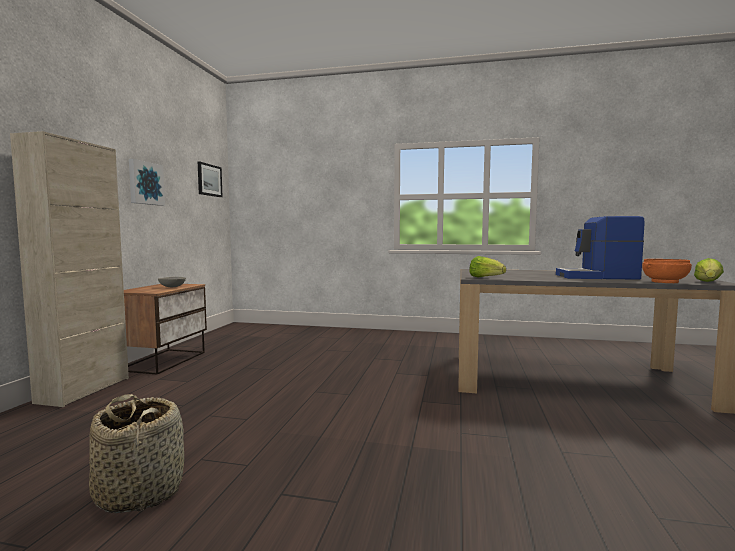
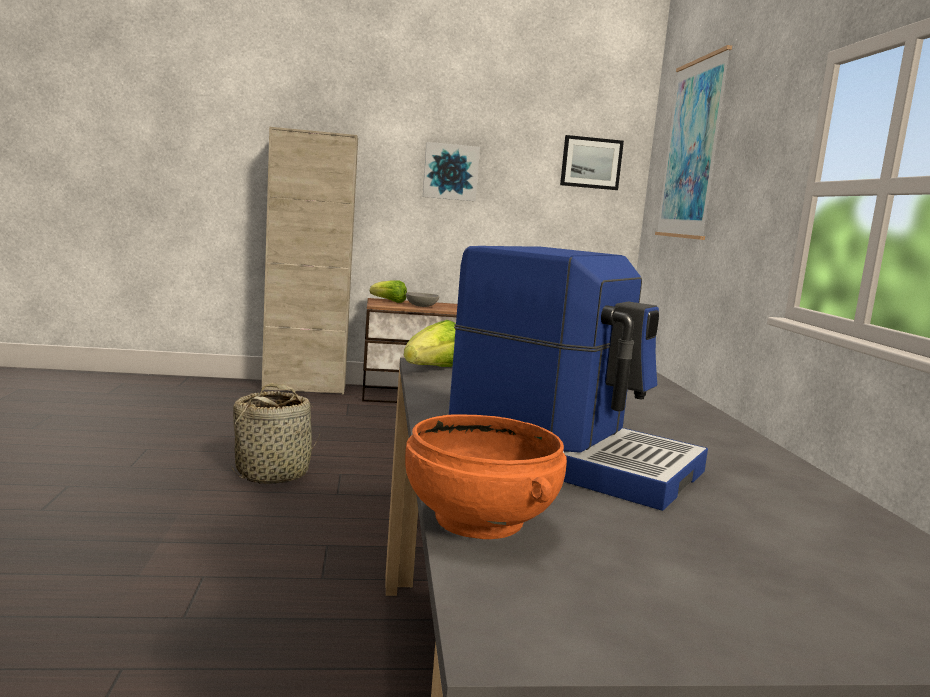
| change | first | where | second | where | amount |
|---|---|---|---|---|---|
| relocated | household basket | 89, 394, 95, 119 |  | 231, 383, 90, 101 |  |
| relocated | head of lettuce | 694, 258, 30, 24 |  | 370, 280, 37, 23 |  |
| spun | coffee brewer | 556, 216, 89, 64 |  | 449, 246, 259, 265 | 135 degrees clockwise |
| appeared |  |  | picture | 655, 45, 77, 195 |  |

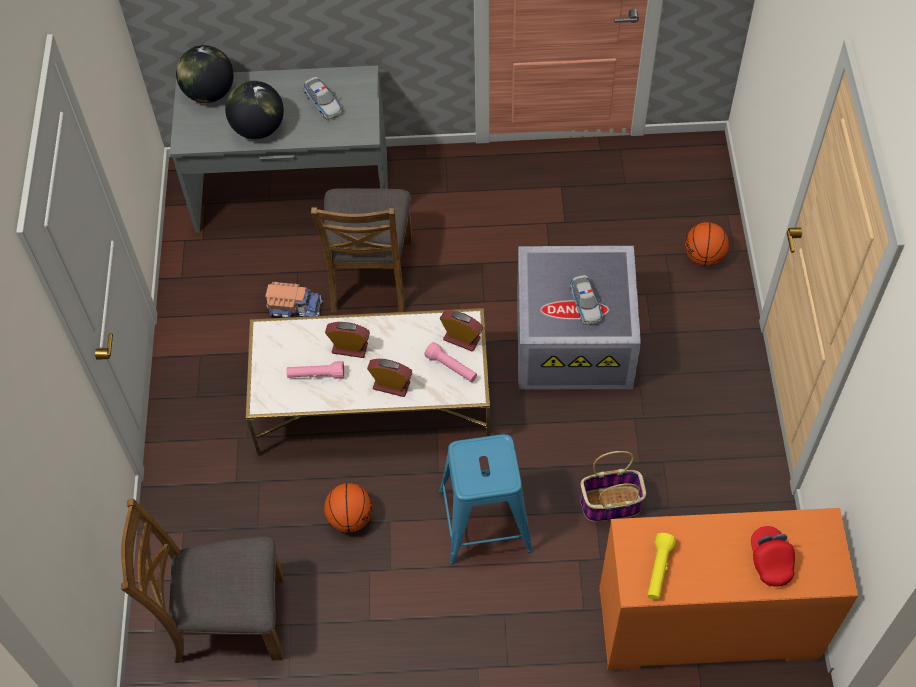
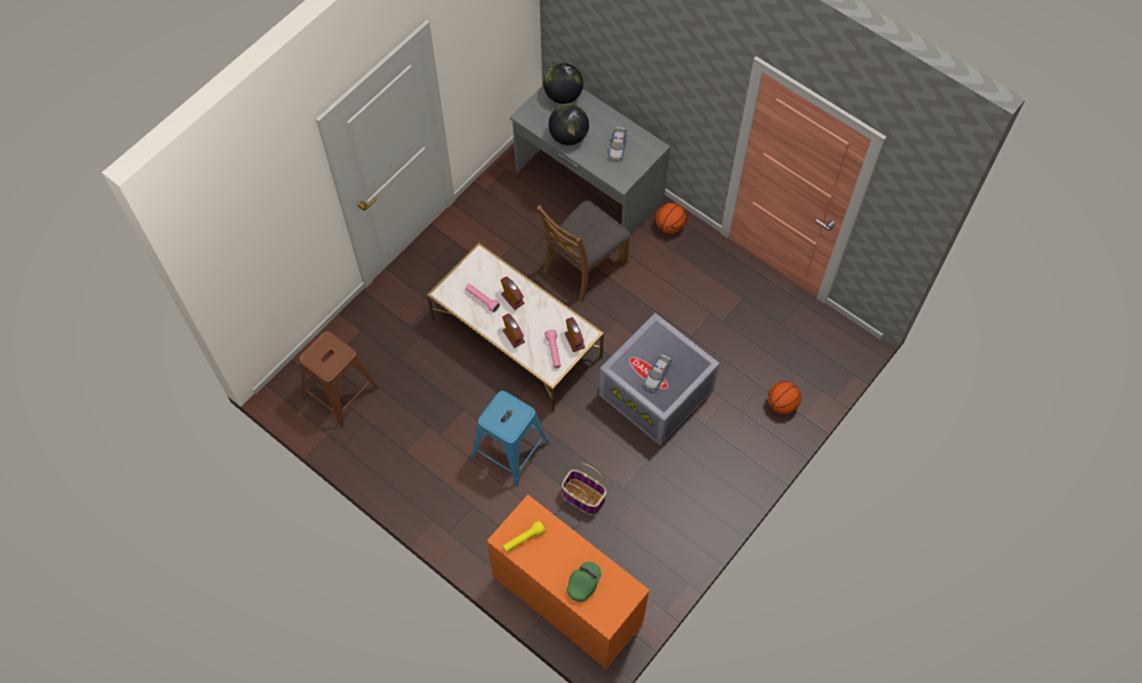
| change | first | where | second | where | amount |
|---|---|---|---|---|---|
| exchanged | chair (brown) | 121, 499, 162, 164 | stool (brown) | 299, 331, 80, 97 |  |
| colour | peaked cap (red) | 751, 526, 44, 61 | peaked cap (green-coloured) | 567, 562, 34, 40 |  |
| relocated | basketball ball | 324, 483, 49, 50 |  | 656, 203, 31, 31 |  |
| missing | toy truck | 265, 282, 58, 35 |  |  |  |

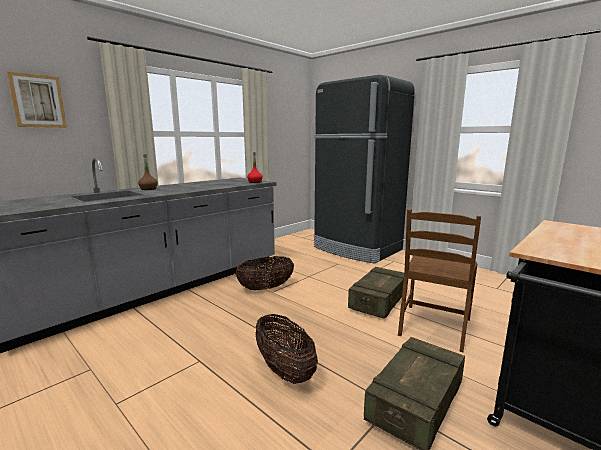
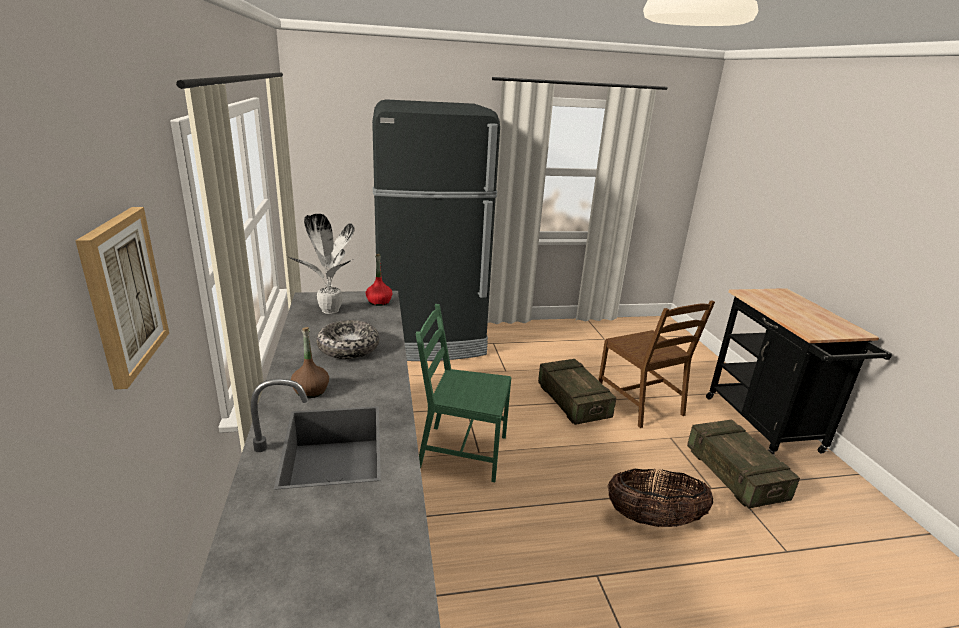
| change | first | where | second | where | amount |
|---|---|---|---|---|---|
| appeared |  |  | potted plant | 289, 214, 66, 100 |  |
| appeared |  |  | deep dish | 316, 320, 63, 39 |  |
| exchanged | household basket | 236, 256, 58, 34 | chair (green-coloured) | 415, 304, 96, 178 |  |

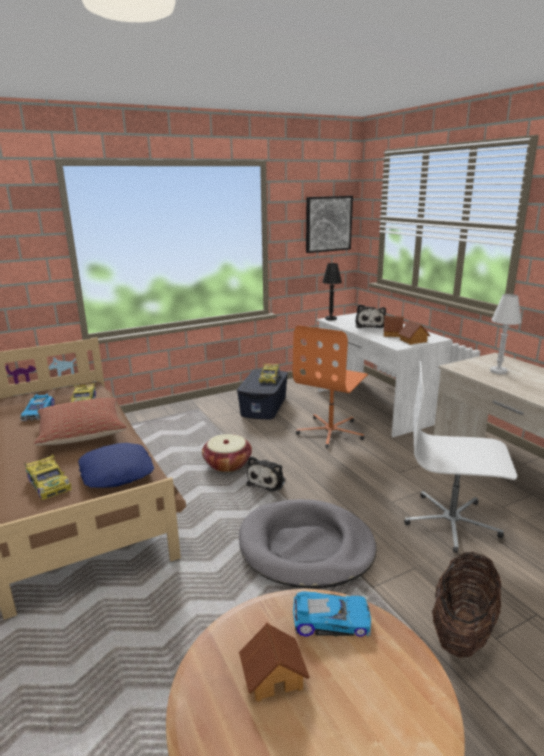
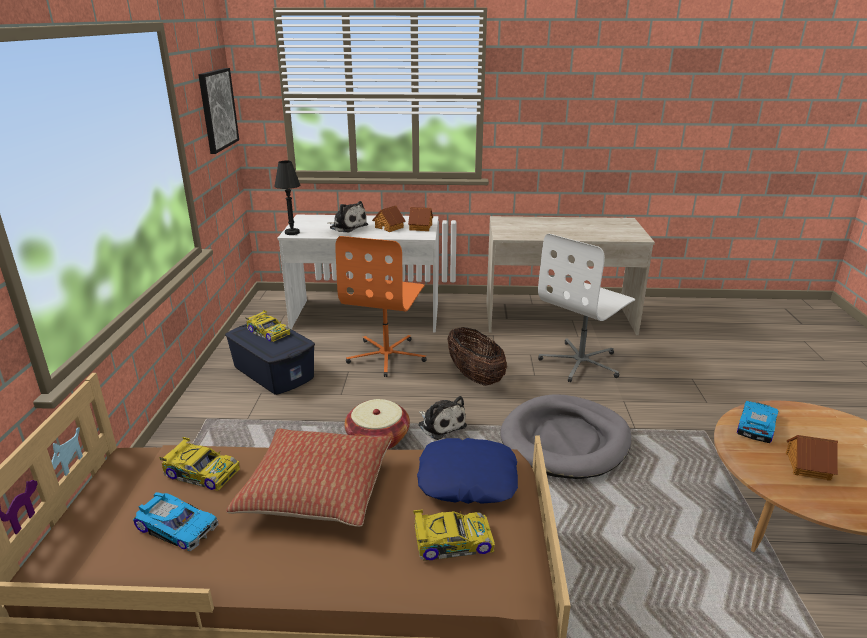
| change | first | where | second | where | amount |
|---|---|---|---|---|---|
| spun | desk chair (orange) | 293, 325, 75, 123 |  | 335, 236, 92, 141 | 45 degrees clockwise |
| relocated | household basket | 432, 552, 69, 106 |  | 447, 327, 60, 59 |  |
| missing | tabletop lamp (white) | 490, 294, 32, 80 |  |  |  |

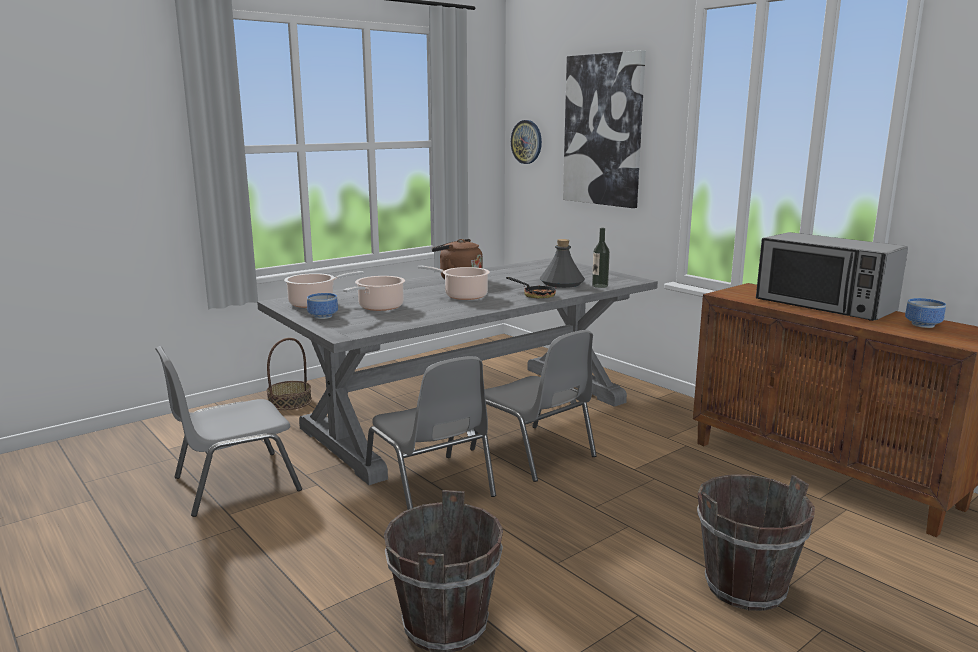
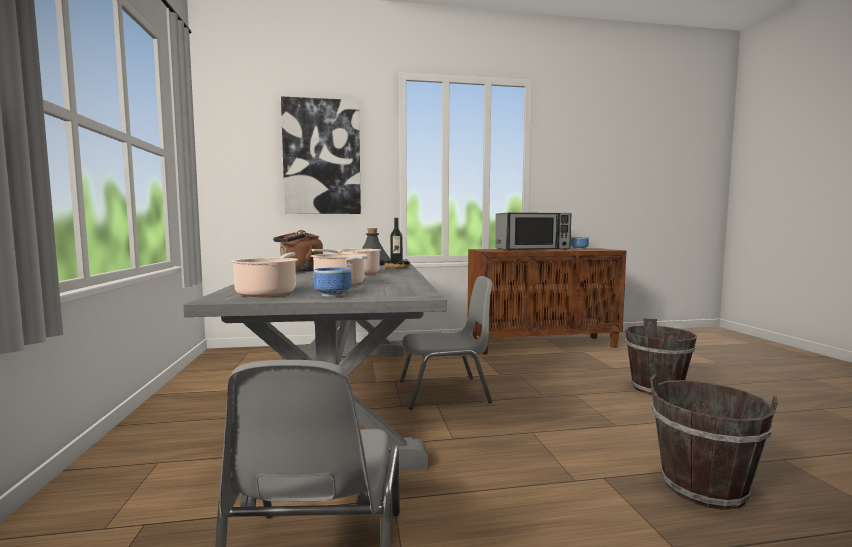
| change | first | where | second | where | amount |
|---|---|---|---|---|---|
| missing | household basket | 267, 338, 45, 72 |  |  |  |
| missing | chair (greyish) | 366, 356, 130, 154 |  |  |  |
| missing | clock on the wall | 511, 120, 31, 44 |  |  |  |

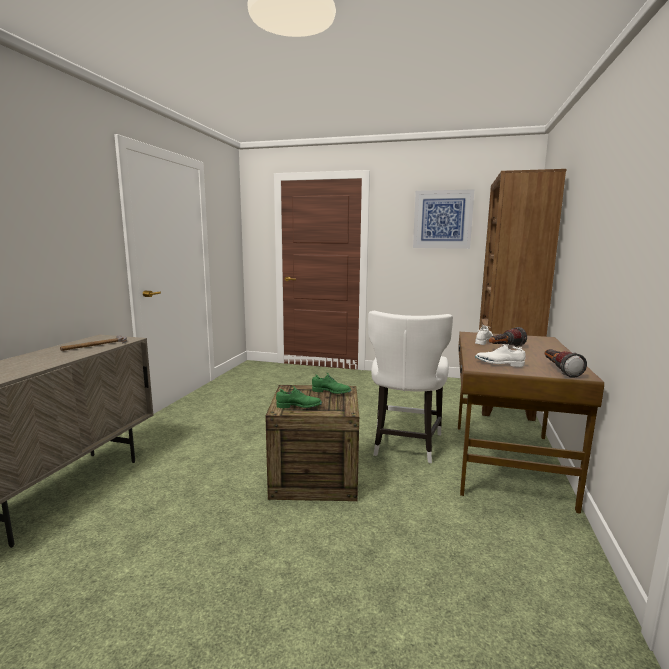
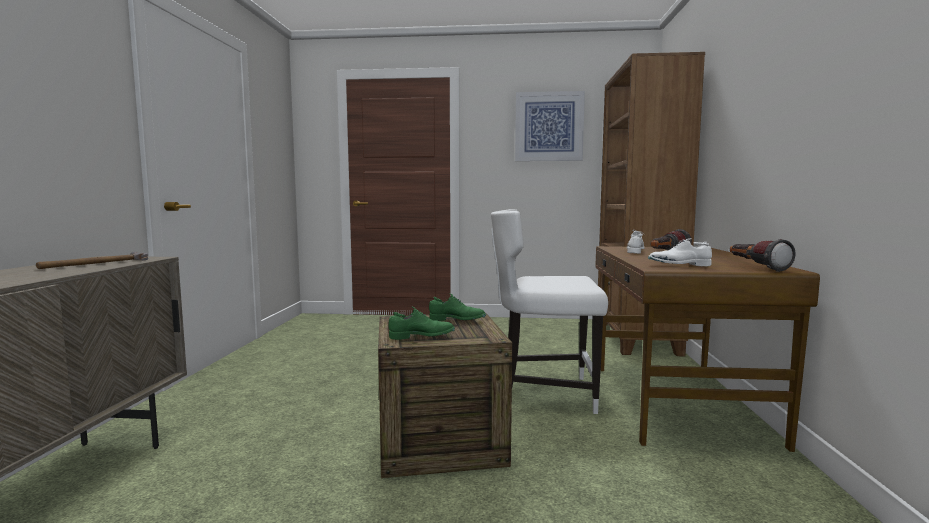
| change | first | where | second | where | amount |
|---|---|---|---|---|---|
| spun | chair (white) | 368, 311, 85, 152 |  | 491, 209, 117, 205 | 90 degrees clockwise |

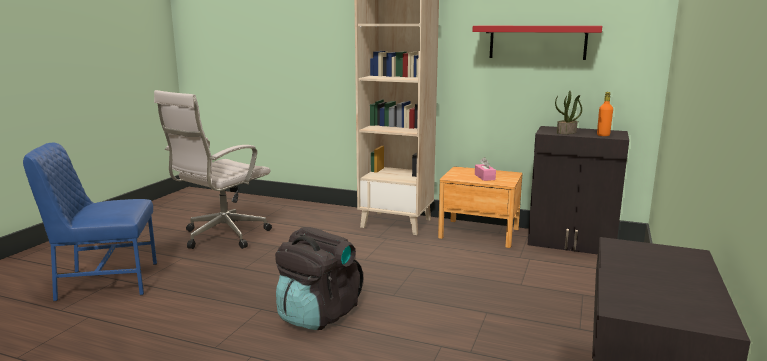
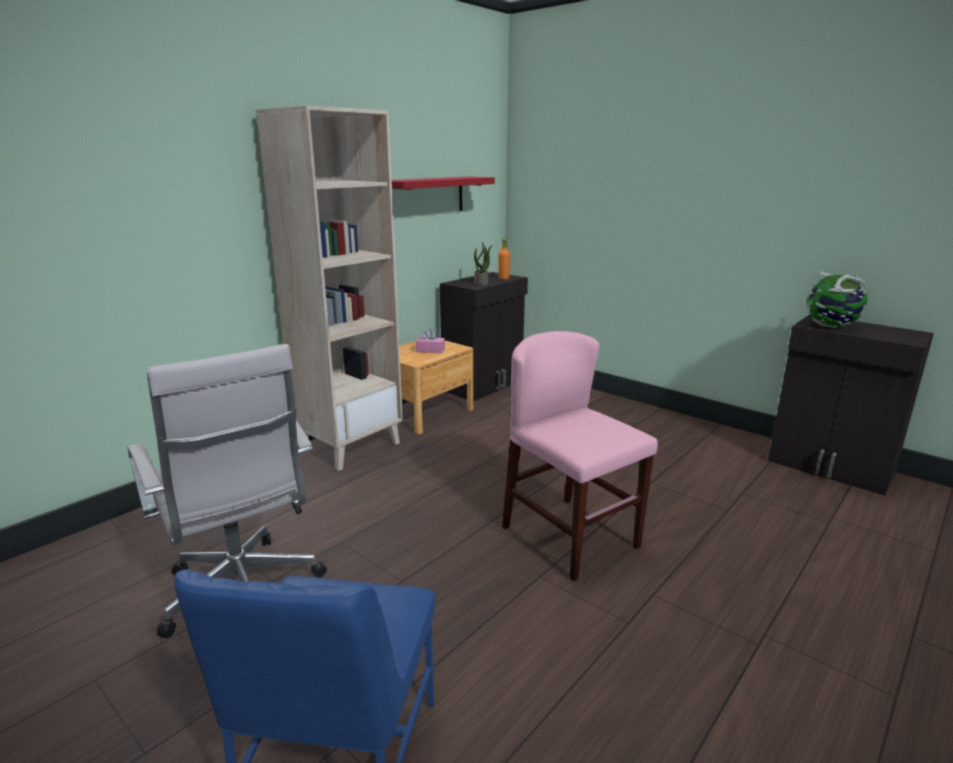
| change | first | where | second | where | amount |
|---|---|---|---|---|---|
| exchanged | backpack (black-coloured) | 275, 227, 88, 103 | chair (pink-coloured) | 502, 331, 156, 250 |  |
| appeared |  |  | desk globe | 807, 271, 60, 57 |  |

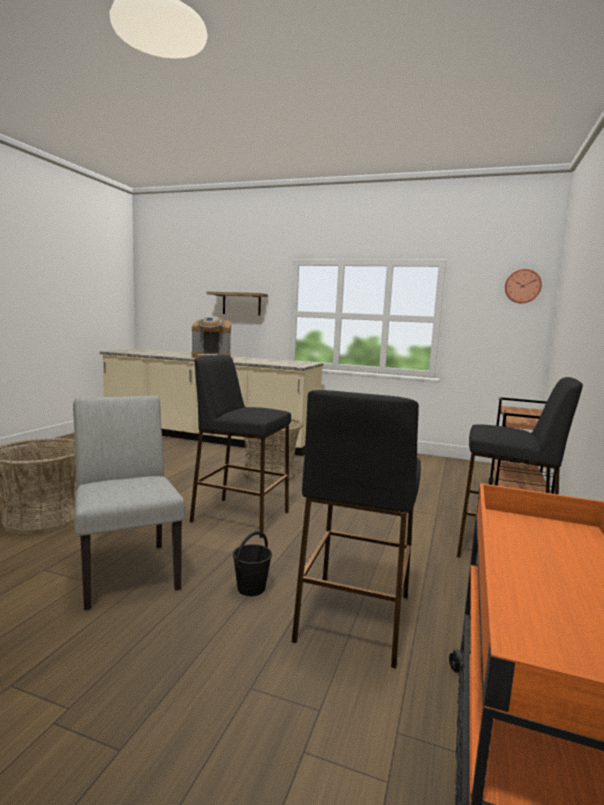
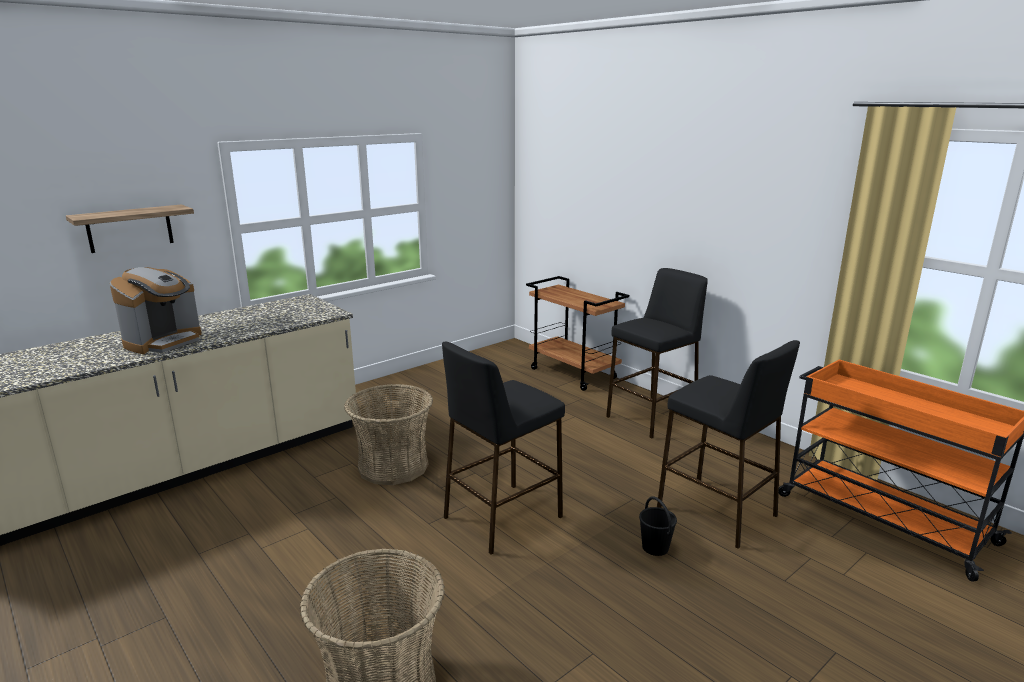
| change | first | where | second | where | amount |
|---|---|---|---|---|---|
| missing | chair (greyish) | 73, 396, 112, 214 |  |  |  |
| missing | clock on the wall | 505, 269, 37, 34 |  |  |  |

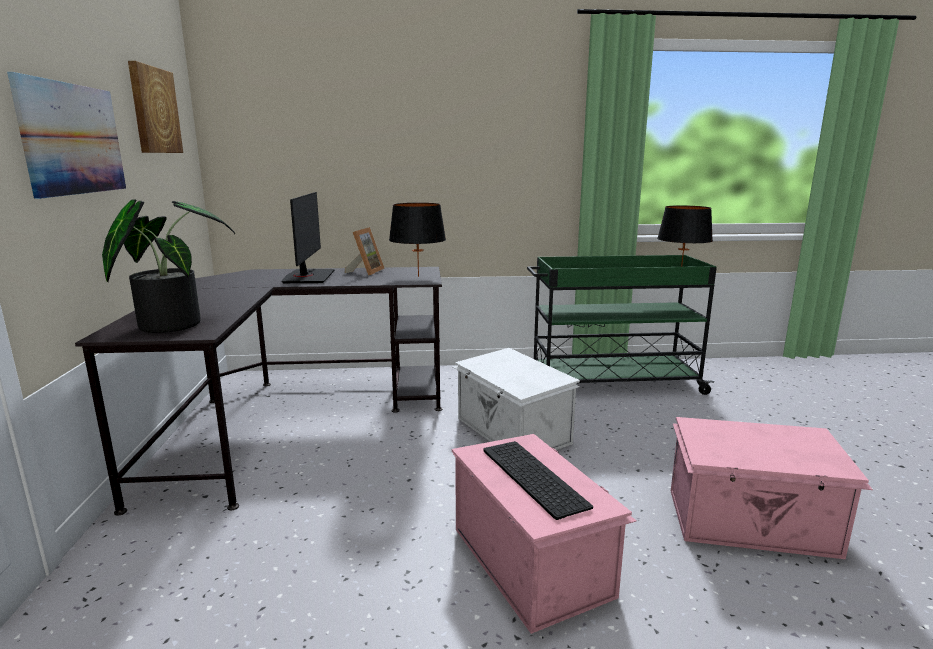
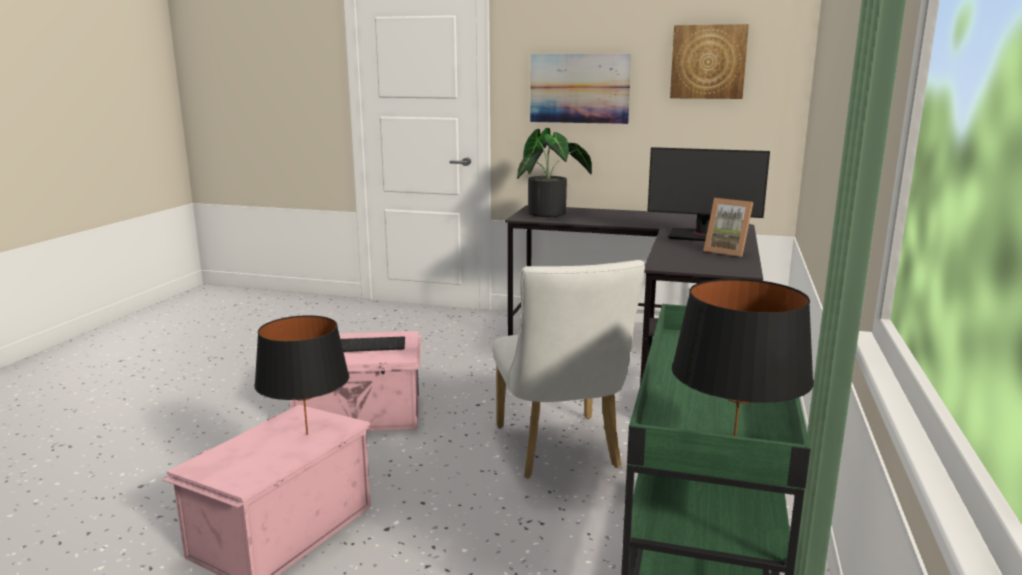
| change | first | where | second | where | amount |
|---|---|---|---|---|---|
| relocated | tabletop lamp (black-coloured) | 389, 203, 57, 74 |  | 254, 315, 95, 120 |  |
| exchanged | storage box (white) | 453, 348, 127, 102 | chair (white) | 493, 260, 152, 218 |  |

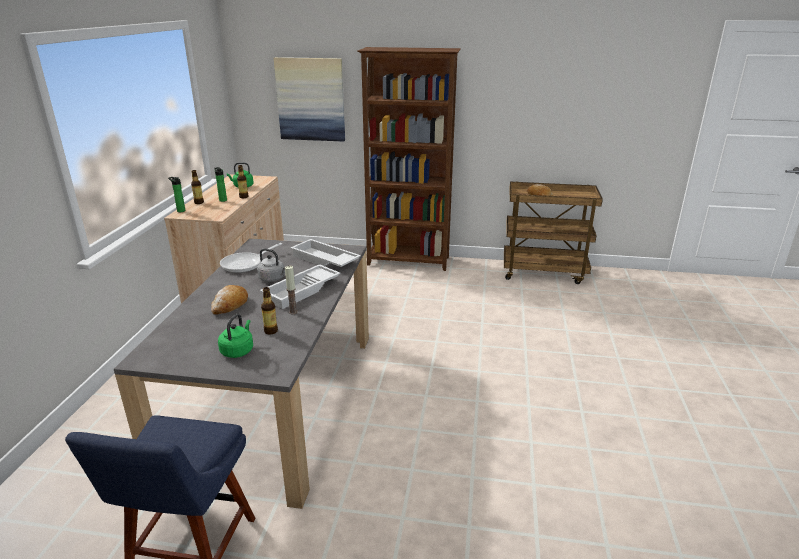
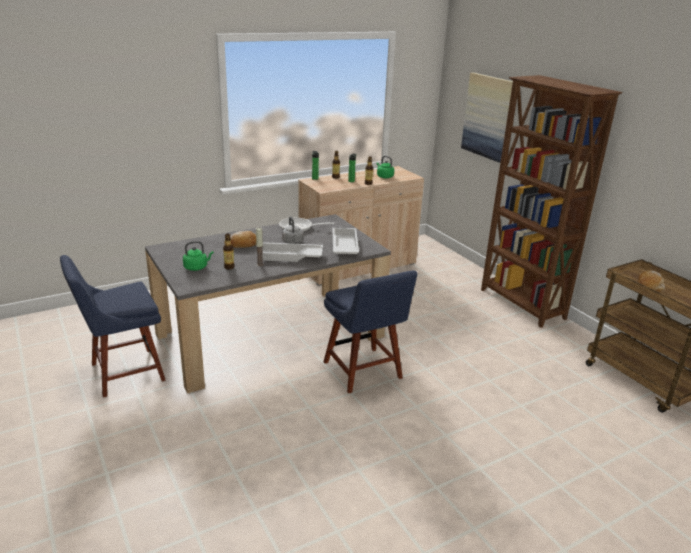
| change | first | where | second | where | amount |
|---|---|---|---|---|---|
| appeared |  |  | chair (blue) | 324, 271, 93, 122 |  |

